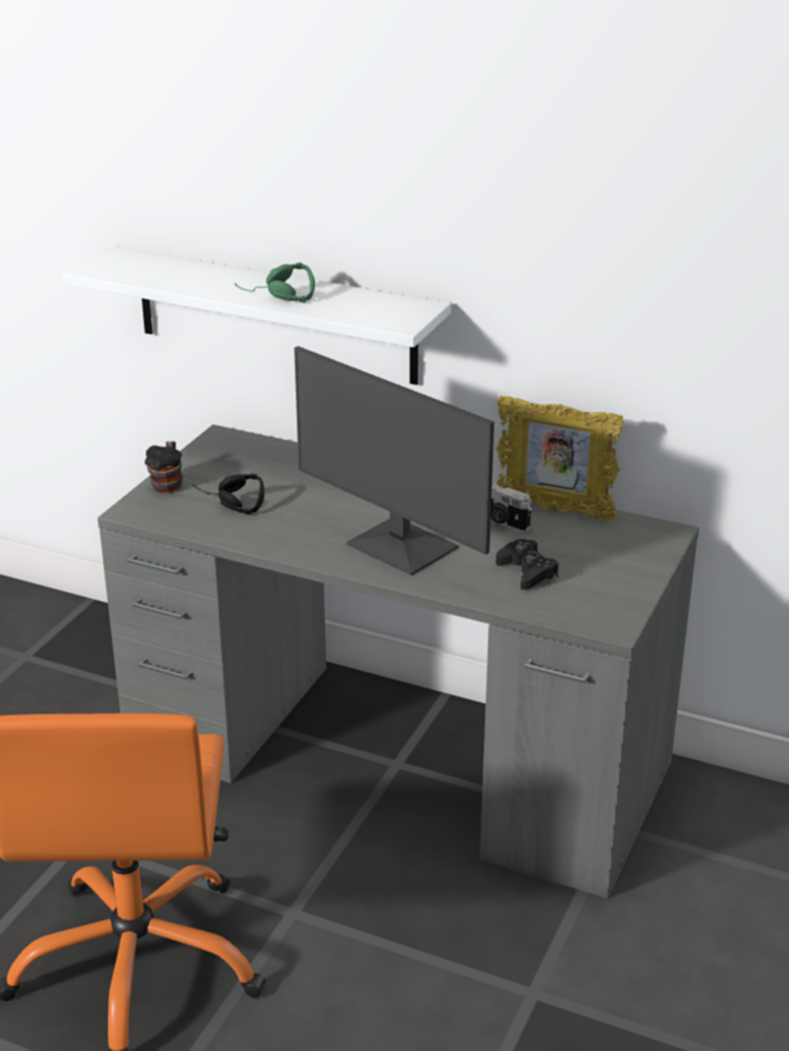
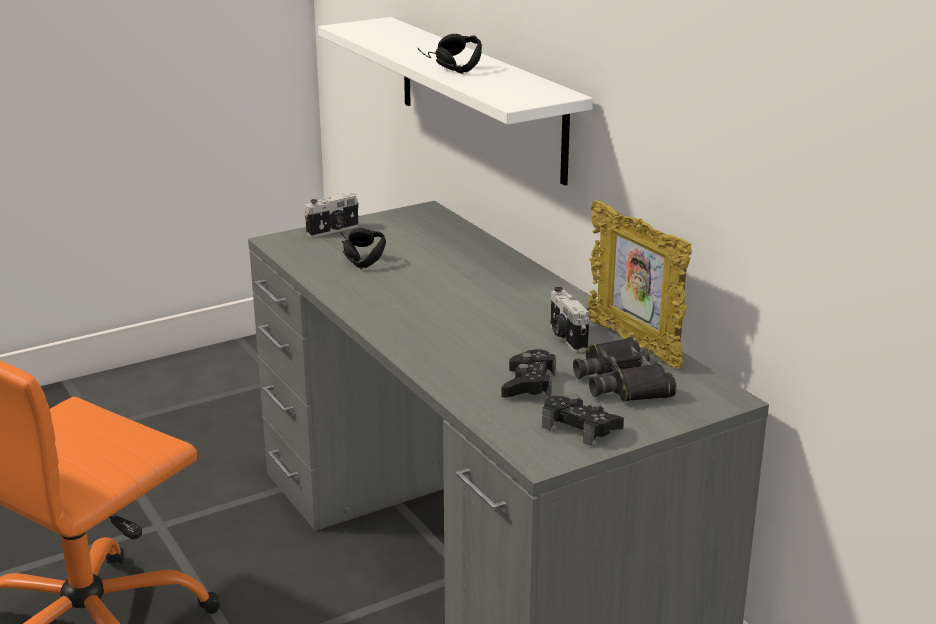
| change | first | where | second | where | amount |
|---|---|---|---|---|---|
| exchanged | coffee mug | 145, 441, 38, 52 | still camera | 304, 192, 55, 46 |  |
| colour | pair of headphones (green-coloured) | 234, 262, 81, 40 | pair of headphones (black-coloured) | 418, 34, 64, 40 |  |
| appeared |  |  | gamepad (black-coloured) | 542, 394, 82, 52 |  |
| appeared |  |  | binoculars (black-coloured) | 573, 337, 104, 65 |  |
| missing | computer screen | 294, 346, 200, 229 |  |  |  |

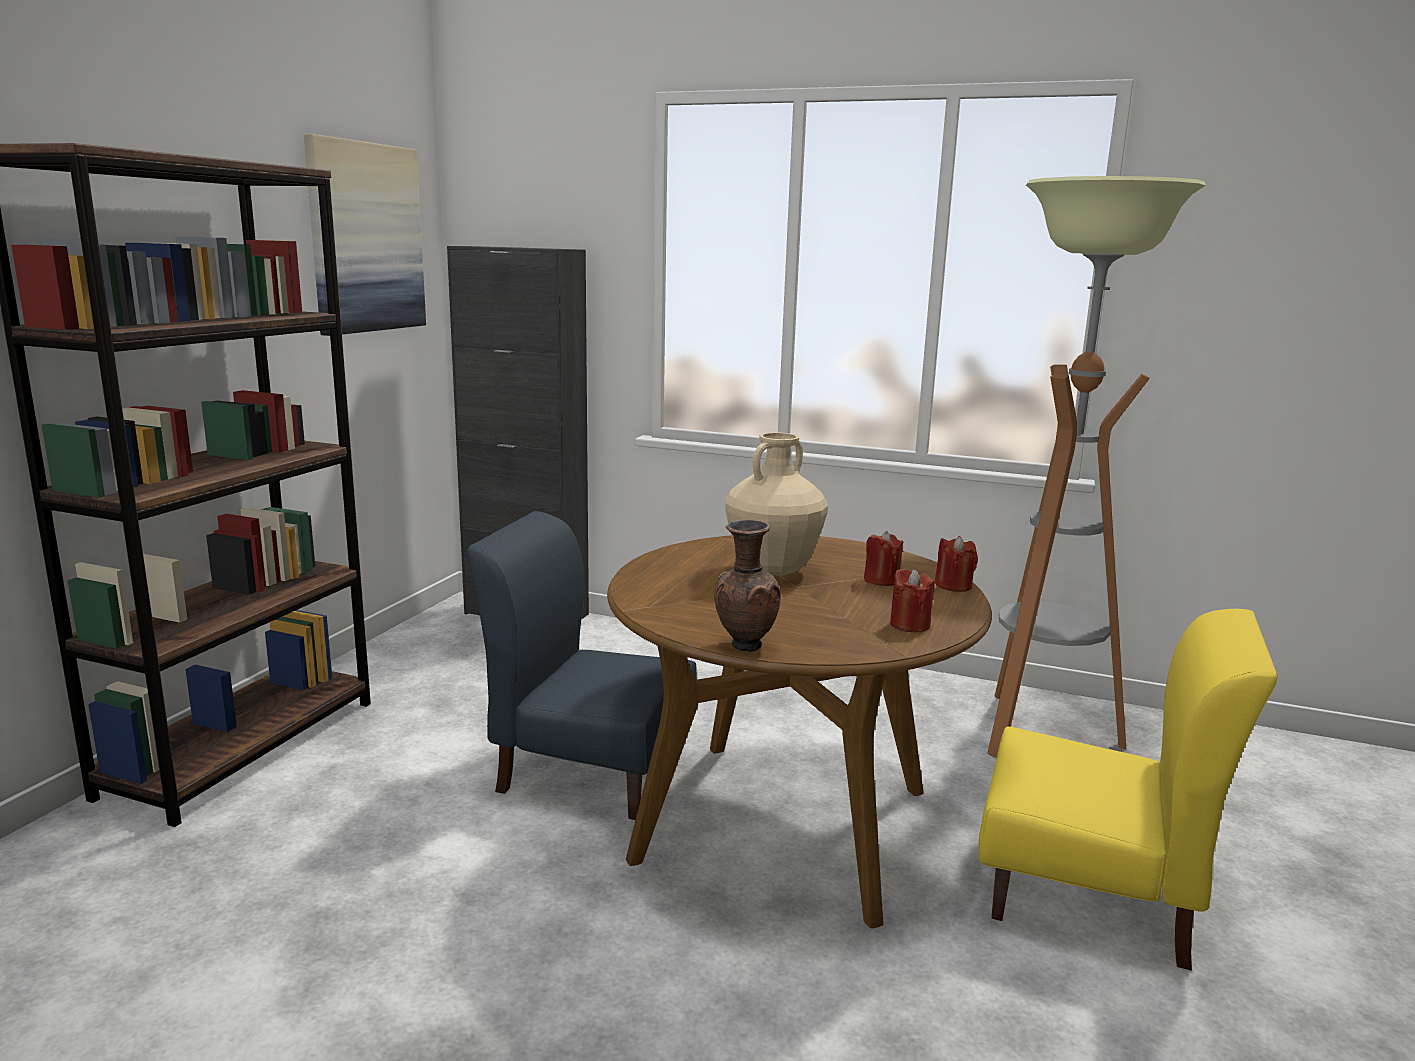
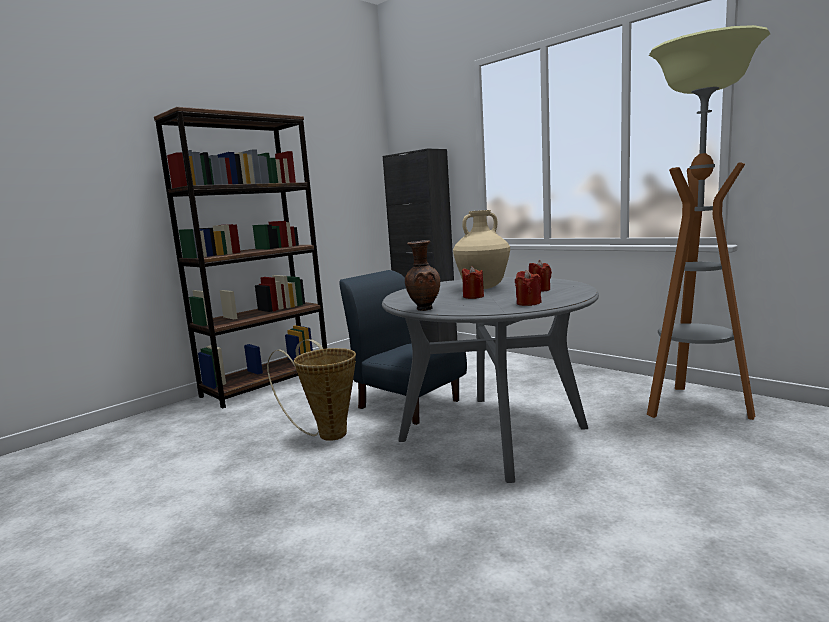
| change | first | where | second | where | amount |
|---|---|---|---|---|---|
| appeared |  |  | household basket | 267, 339, 89, 102 |  |
| colour | dinner table (brown) | 607, 535, 385, 393 | dinner table (greyish) | 382, 277, 217, 206 |  |
| relocated | candle (red) | 935, 536, 43, 56 |  | 462, 266, 22, 33 |  |
| missing | picture | 304, 134, 122, 202 |  |  |  |
| missing | chair (yellow-coloured) | 979, 609, 299, 362 |  |  |  |

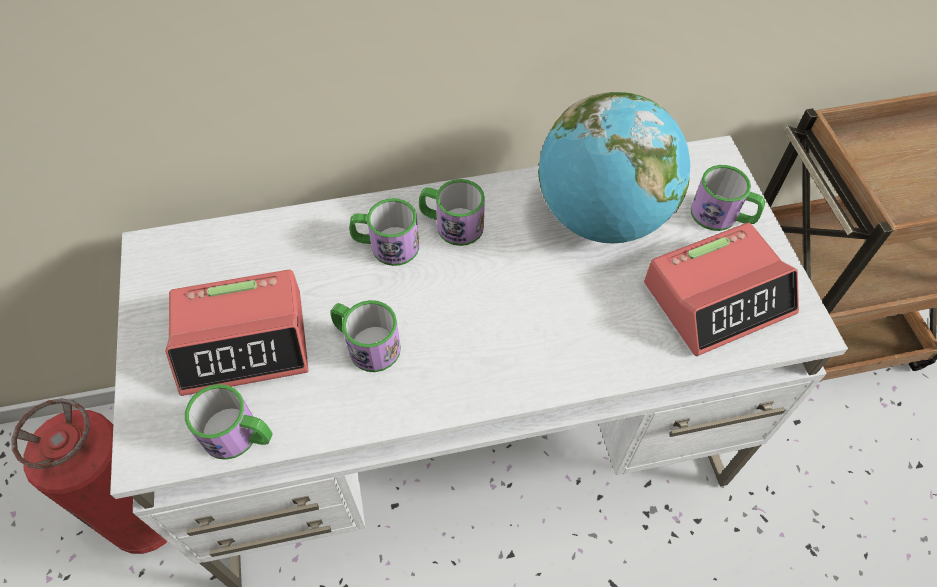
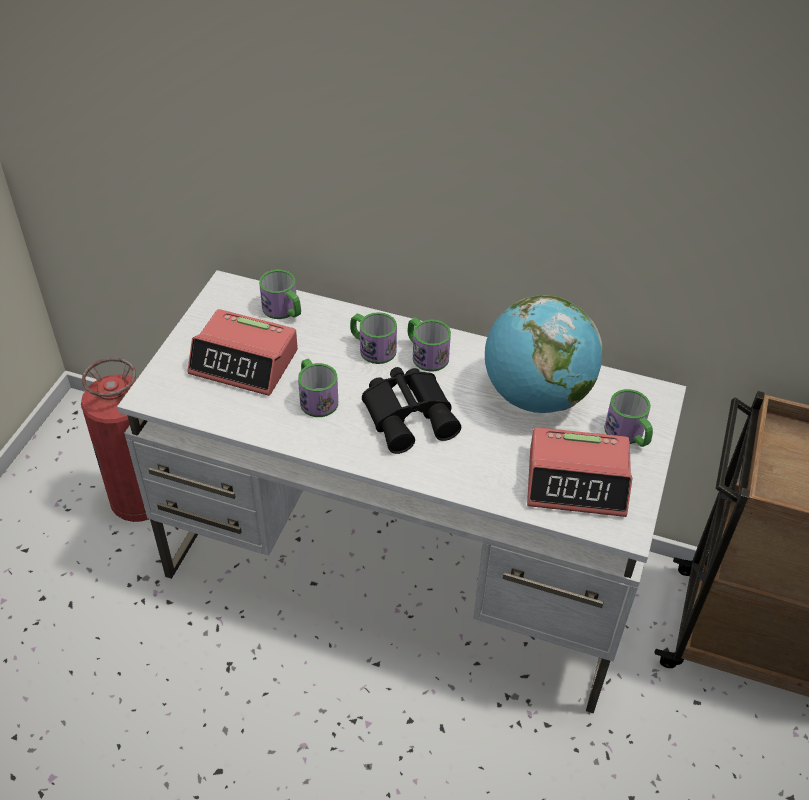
| change | first | where | second | where | amount |
|---|---|---|---|---|---|
| relocated | coffee mug | 185, 384, 88, 76 |  | 259, 270, 42, 49 |  |
| appeared |  |  | binoculars (black-coloured) | 362, 367, 99, 87 |  |

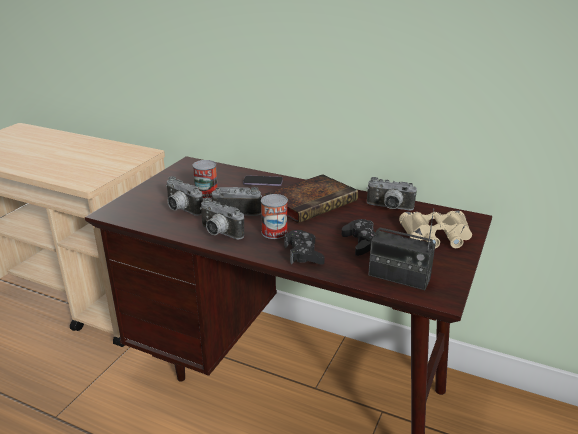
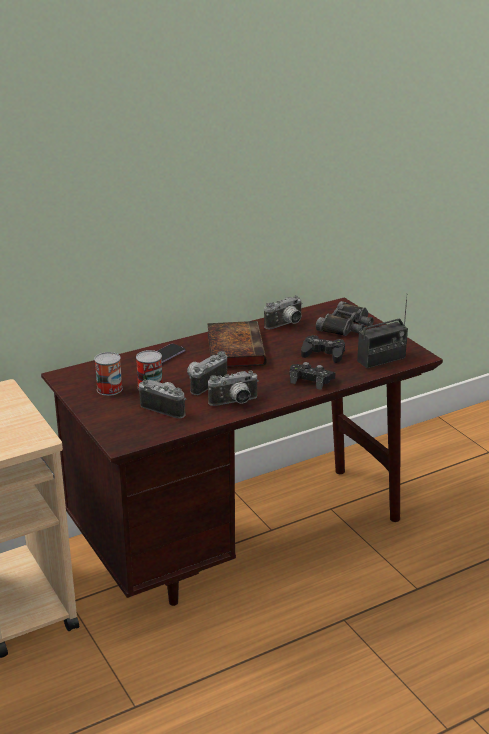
| change | first | where | second | where | amount |
|---|---|---|---|---|---|
| relocated | can | 261, 194, 27, 45 |  | 94, 352, 29, 44 |  |
| spun | still camera | 166, 176, 37, 40 |  | 139, 380, 47, 38 | 135 degrees counterclockwise |
| colour | binoculars (beige) | 399, 211, 73, 38 | binoculars (black-coloured) | 316, 301, 58, 35 |  |

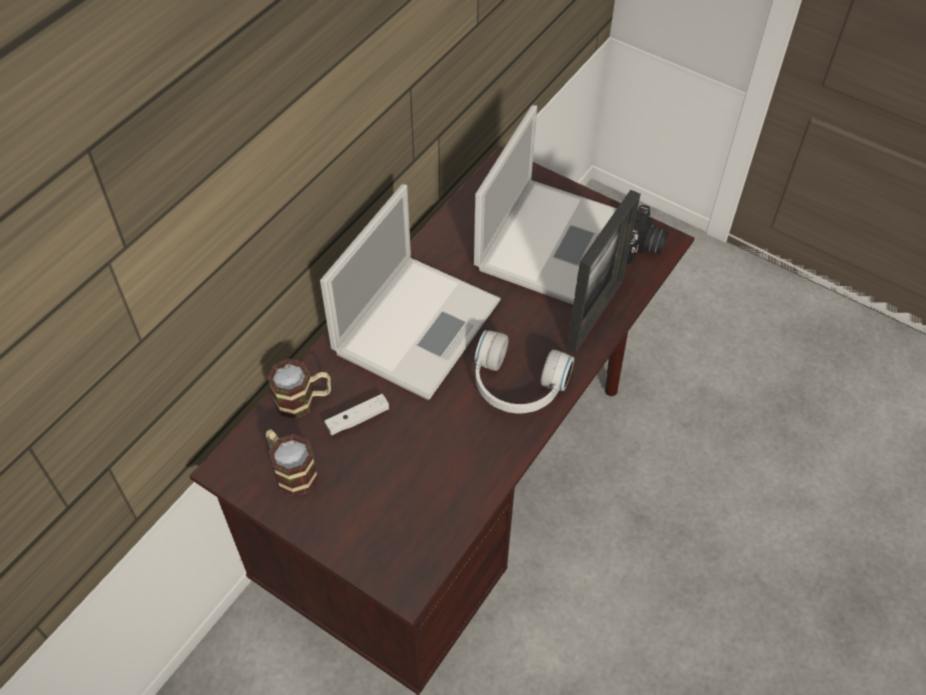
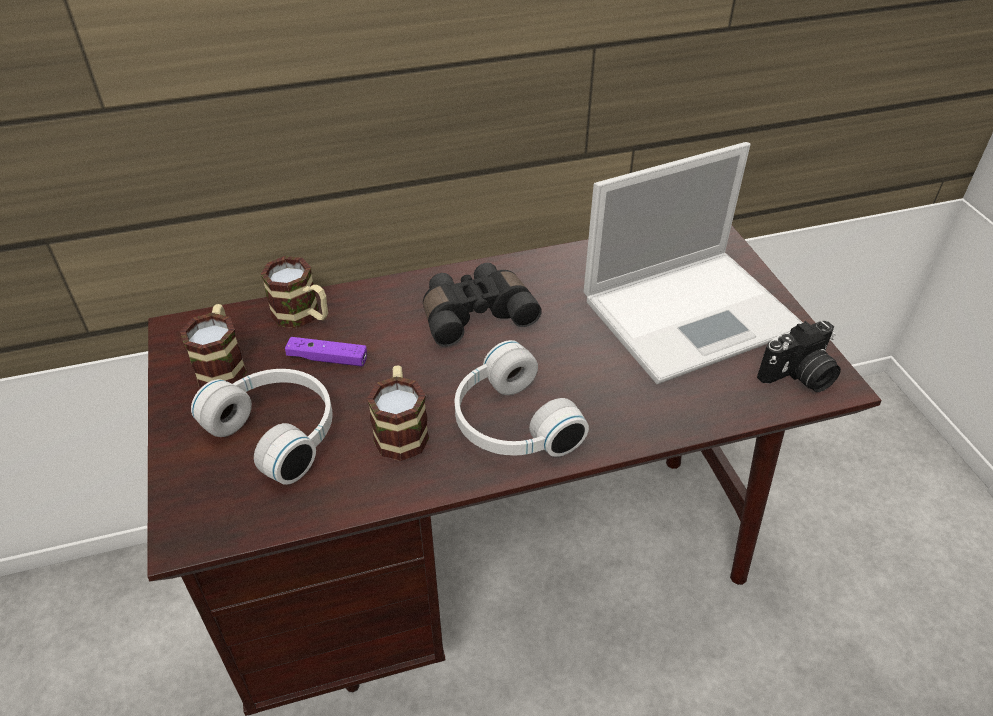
| change | first | where | second | where | amount |
|---|---|---|---|---|---|
| appeared |  |  | pair of headphones (white) | 191, 369, 142, 116 |  |
| colour | gamepad (white) | 325, 394, 64, 41 | gamepad (purple) | 285, 337, 82, 30 |  |
| appeared |  |  | coffee mug | 367, 365, 62, 96 |  |
| exchanged | notebook computer | 320, 184, 181, 216 | binoculars (black-coloured) | 423, 263, 119, 84 |  |
| missing | photo frame | 567, 190, 74, 162 |  |  |  |

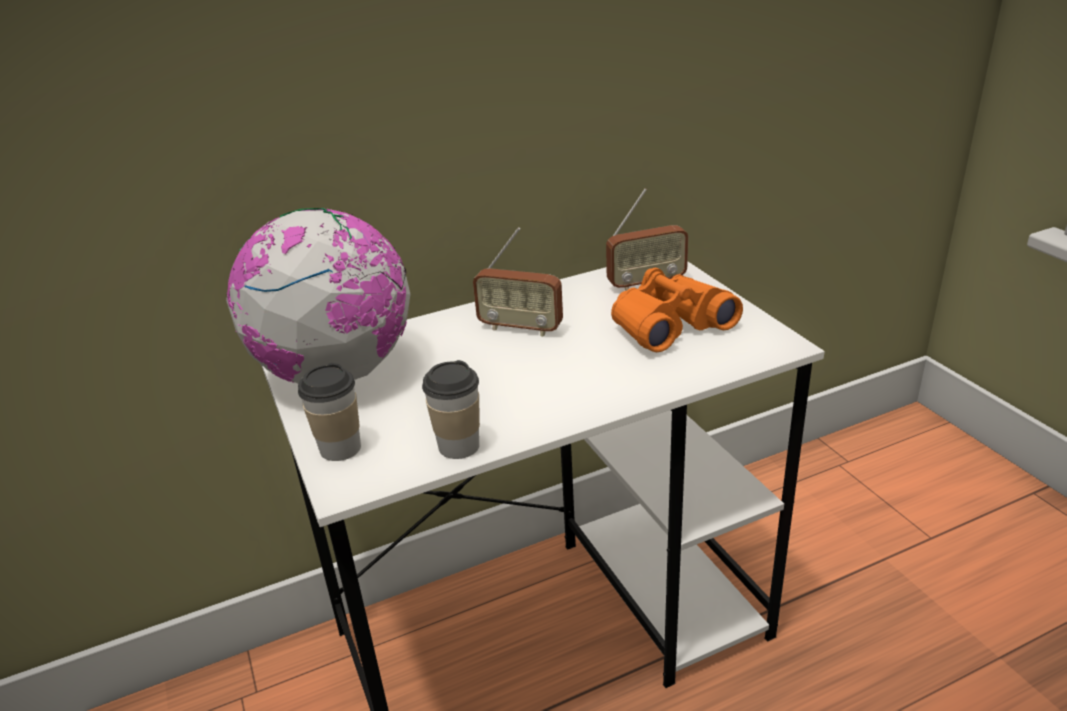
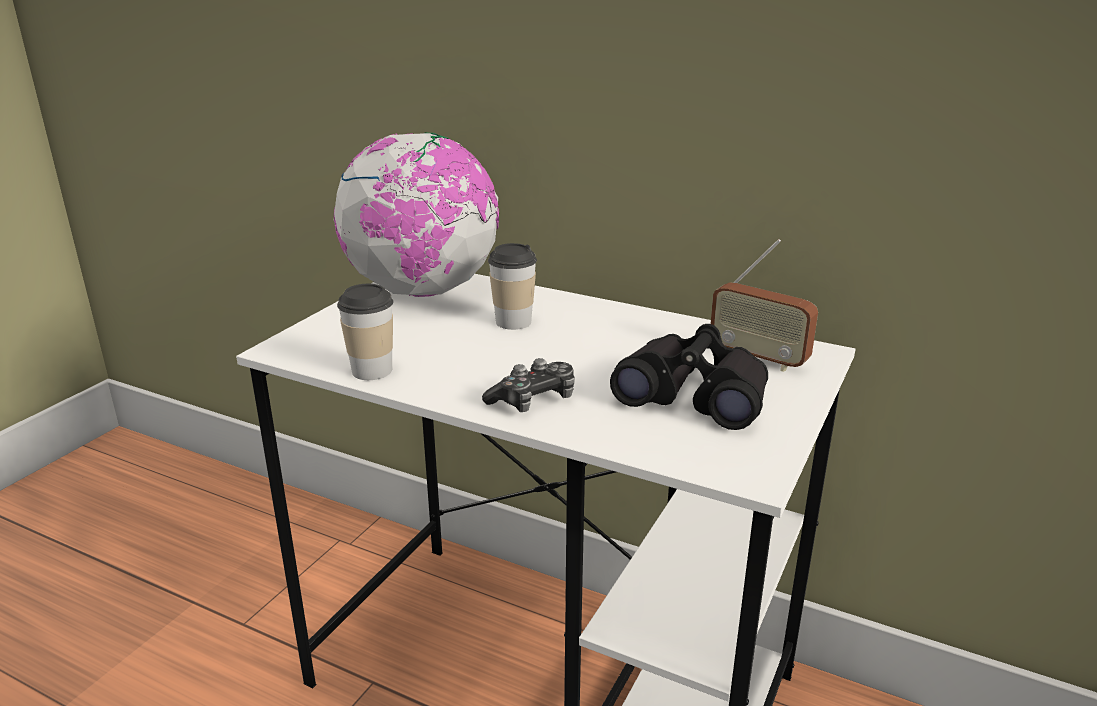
| change | first | where | second | where | amount |
|---|---|---|---|---|---|
| appeared |  |  | gamepad | 482, 358, 93, 54 |  |
| relocated | small cup | 298, 363, 63, 98 |  | 488, 243, 49, 87 |  |
| colour | binoculars (orange) | 611, 268, 132, 84 | binoculars (black-coloured) | 610, 324, 158, 106 |  |
| missing | radio receiver | 473, 227, 90, 110 |  |  |  |

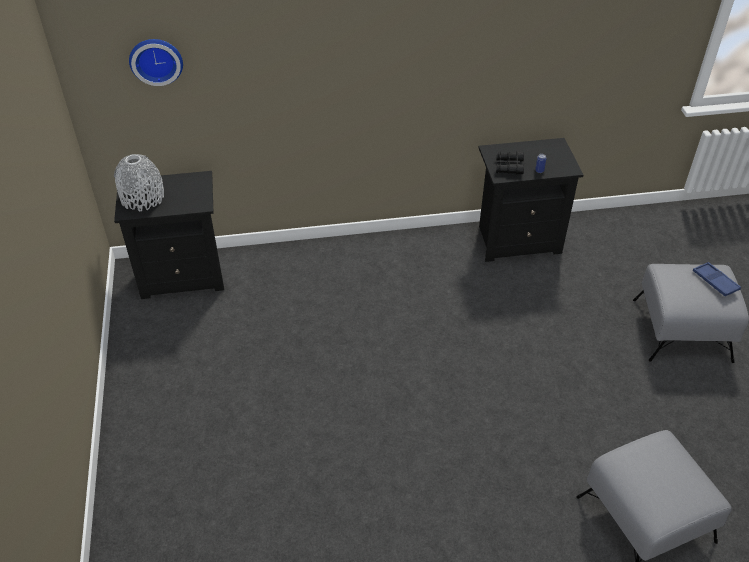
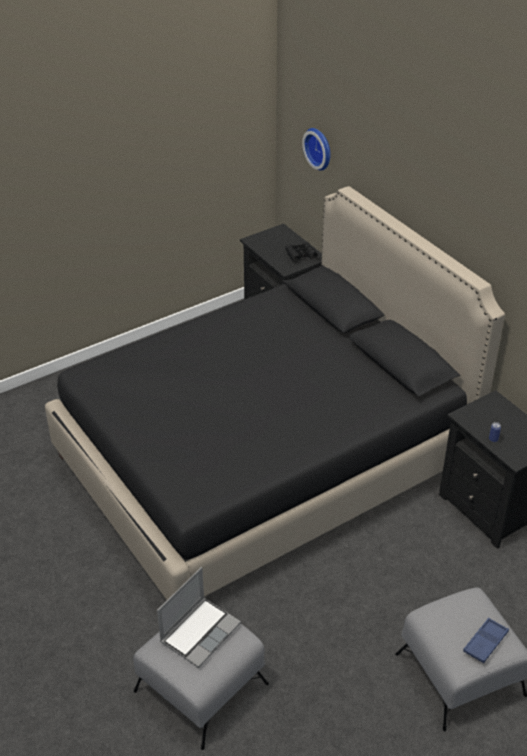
| change | first | where | second | where | amount |
|---|---|---|---|---|---|
| appeared |  |  | sleeping bed (black-coloured) | 45, 186, 460, 414 |  |
| appeared |  |  | notebook computer | 157, 567, 84, 101 |  |
| relocated | binoculars (black-coloured) | 496, 151, 28, 24 |  | 285, 242, 32, 20 |  |
| missing | vase (greyish) | 114, 154, 50, 57 |  |  |  |

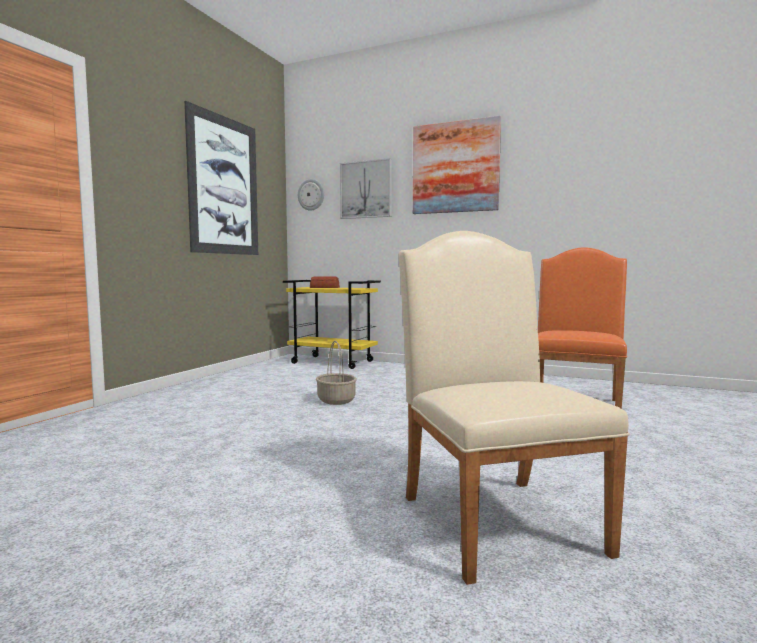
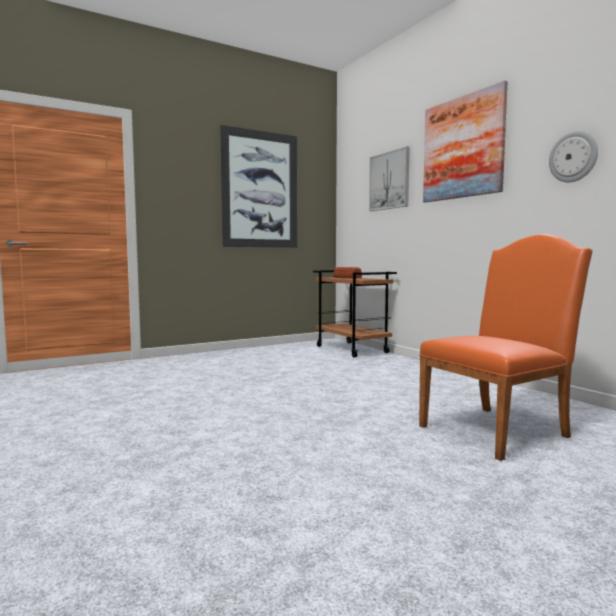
| change | first | where | second | where | amount |
|---|---|---|---|---|---|
| colour | trolley (yellow-coloured) | 283, 280, 98, 89 | trolley (brown) | 313, 270, 84, 87 |  |
| relocated | clock on the wall | 298, 179, 26, 32 |  | 549, 131, 49, 51 |  |
| missing | household basket | 316, 341, 41, 64 |  |  |  |
| missing | chair (beige) | 399, 231, 231, 354 |  |  |  |

